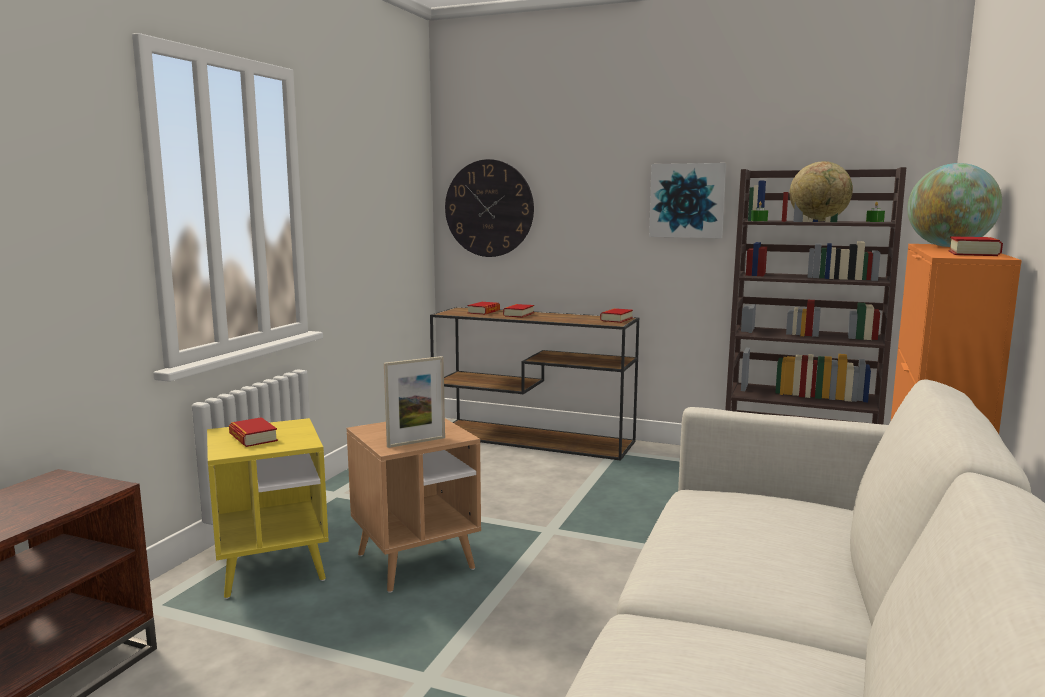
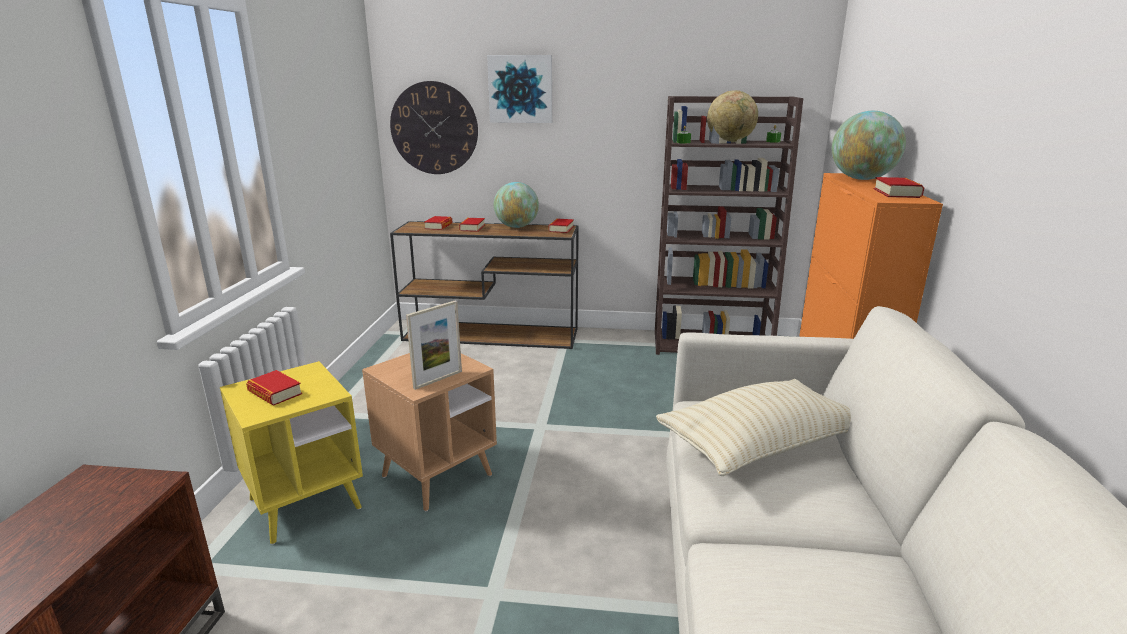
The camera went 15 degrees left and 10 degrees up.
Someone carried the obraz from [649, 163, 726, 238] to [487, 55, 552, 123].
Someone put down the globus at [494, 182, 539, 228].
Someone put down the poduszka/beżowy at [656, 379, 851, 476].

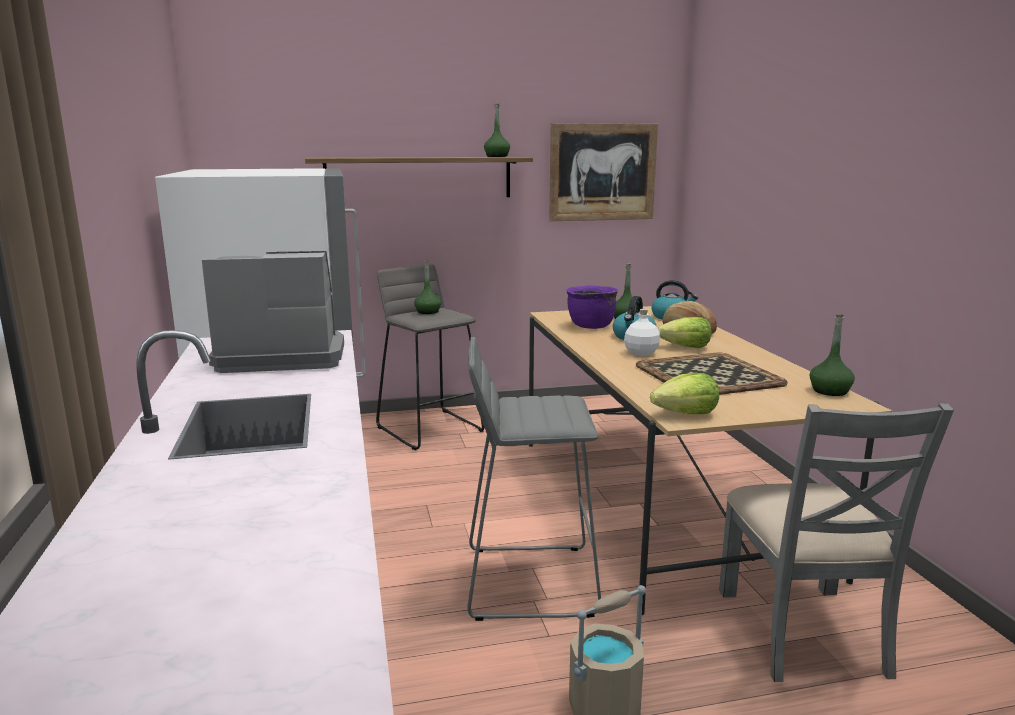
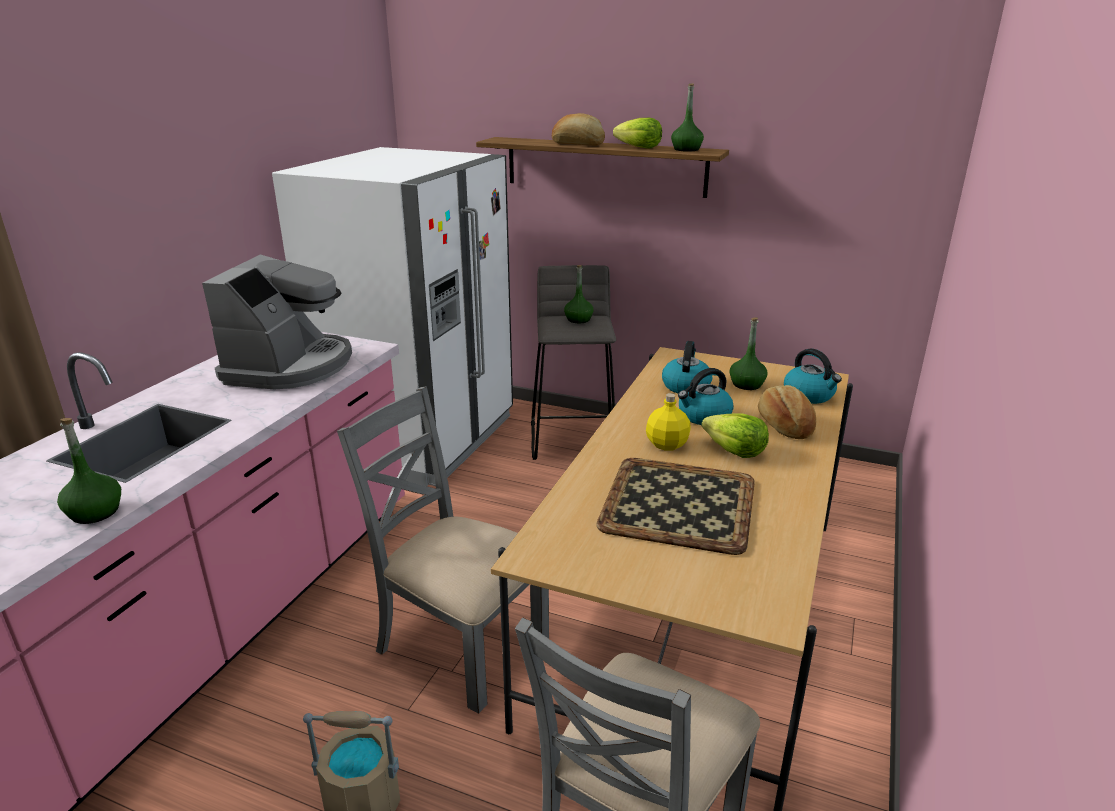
The camera went 35 degrees right and 10 degrees up.
Someone rotated the ekspres do kawy at [202, 251, 344, 373] by 75 degrees clockwise.
Someone swapped the stołek/szary at [467, 336, 601, 621] for the krzesło/szary at [337, 386, 549, 714].
Someone took away the obraz at [549, 123, 658, 221].
Someone swapped the garnek/fioletowy at [566, 286, 618, 329] for the czajnik at [662, 341, 712, 393].
Someone repainted the butelka/biały at [624, 309, 660, 356], which became the butelka/żółty at [646, 393, 691, 451].
Someone carried the sałata from [650, 373, 719, 414] to [613, 118, 662, 148].
Someone carried the butelka/zielony from [809, 314, 855, 396] to [57, 418, 121, 524].
Someone put down the chleb at [552, 113, 605, 146].

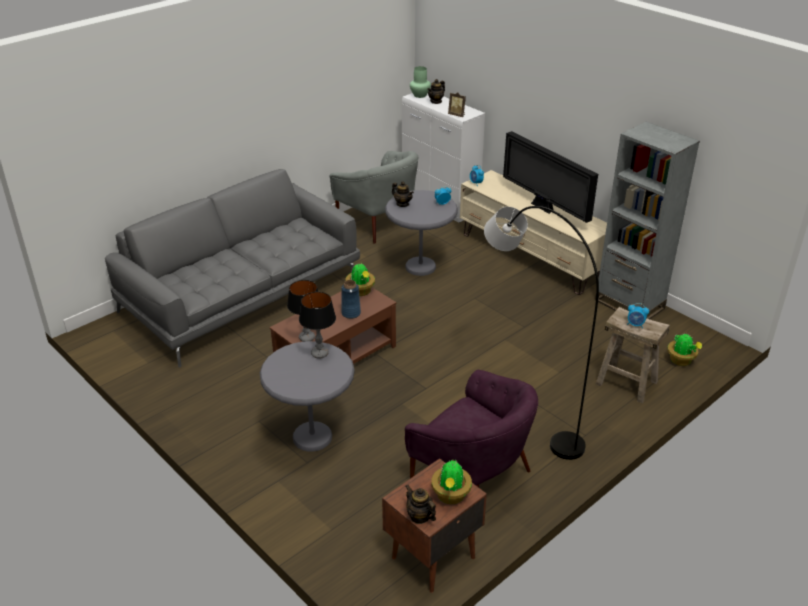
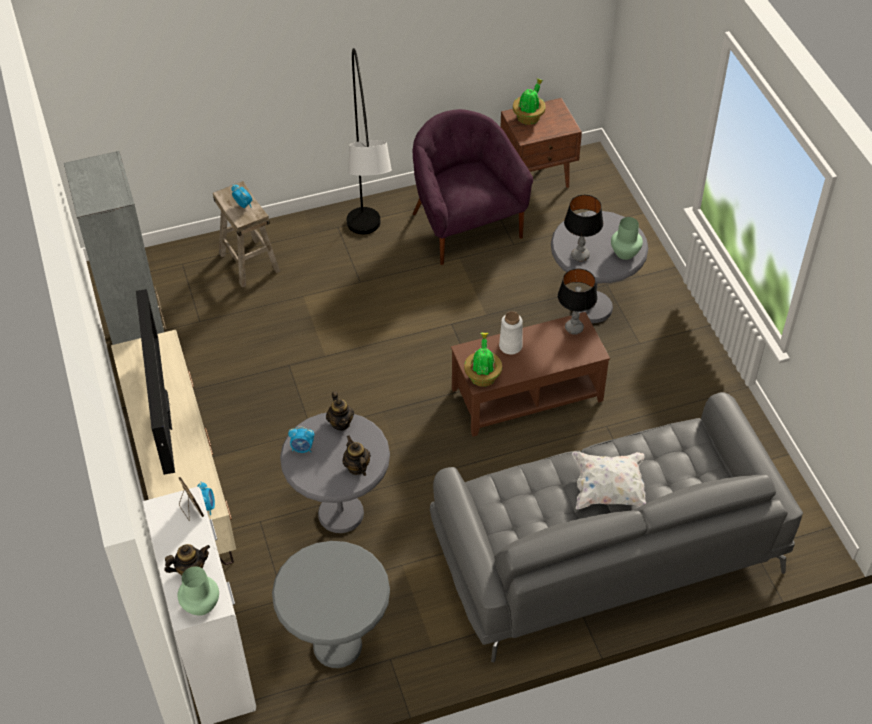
The camera went 155 degrees left and 15 degrees up.
Someone swapped the fotel/szary at [329, 151, 419, 244] for the stolik/szary at [272, 541, 390, 668].
Someone repainted the wazon/niebieski at [341, 280, 361, 319], which became the wazon/biały at [499, 311, 523, 355].
Someone carried the imbryk from [406, 485, 436, 524] to [326, 391, 354, 431].
Someone took away the roślina doniczkowa at [667, 333, 702, 366].
Someone put down the poduszka/biały at [572, 451, 646, 509].
Someone put down the wazon/zielony at [611, 217, 643, 260].

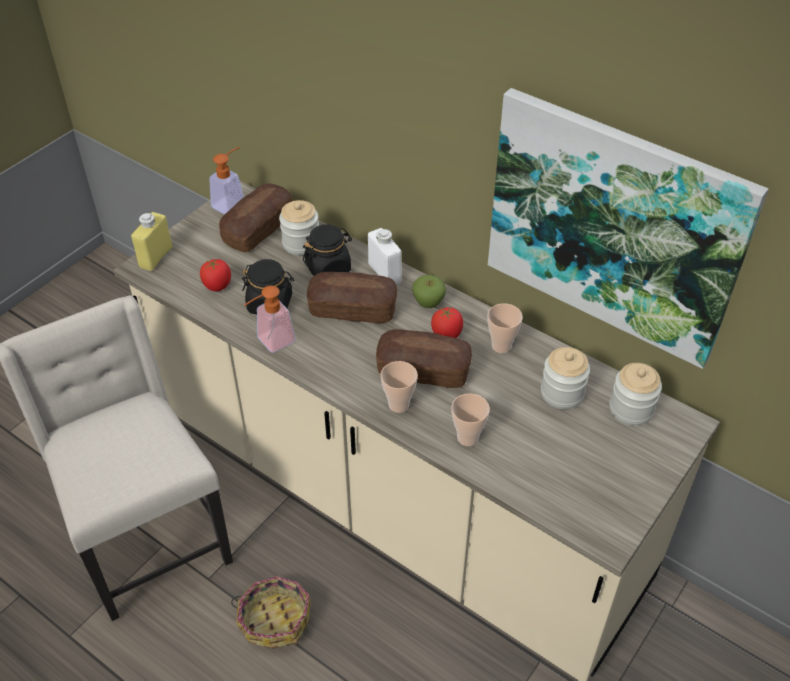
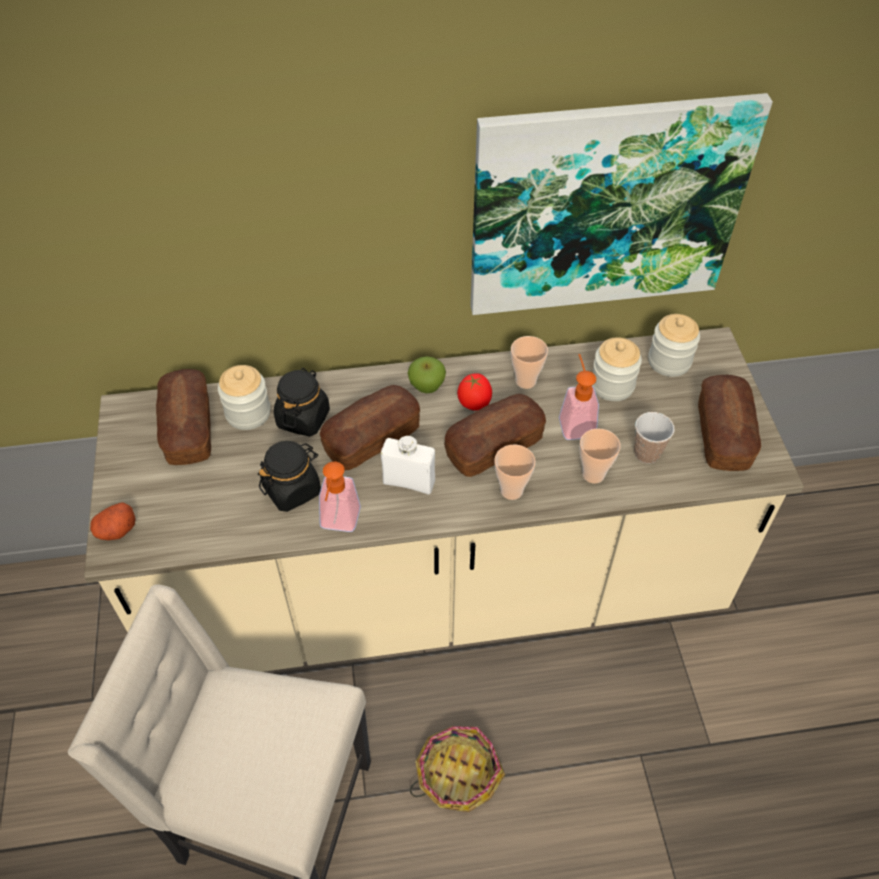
The camera went 45 degrees left and 5 degrees up.
Someone swapped the butelka/żółty at [131, 212, 173, 271] for the ziemniak at [90, 502, 136, 541].
Someone took away the pomidor at [200, 258, 231, 291].
Someone carried the dozownik mydła from [209, 147, 244, 214] to [559, 354, 599, 440].
Someone carried the butelka/biały from [368, 228, 401, 285] to [381, 436, 435, 495].
Someone put down the filiżanka at [634, 412, 675, 464].
Someone put down the chleb at [698, 375, 761, 471].

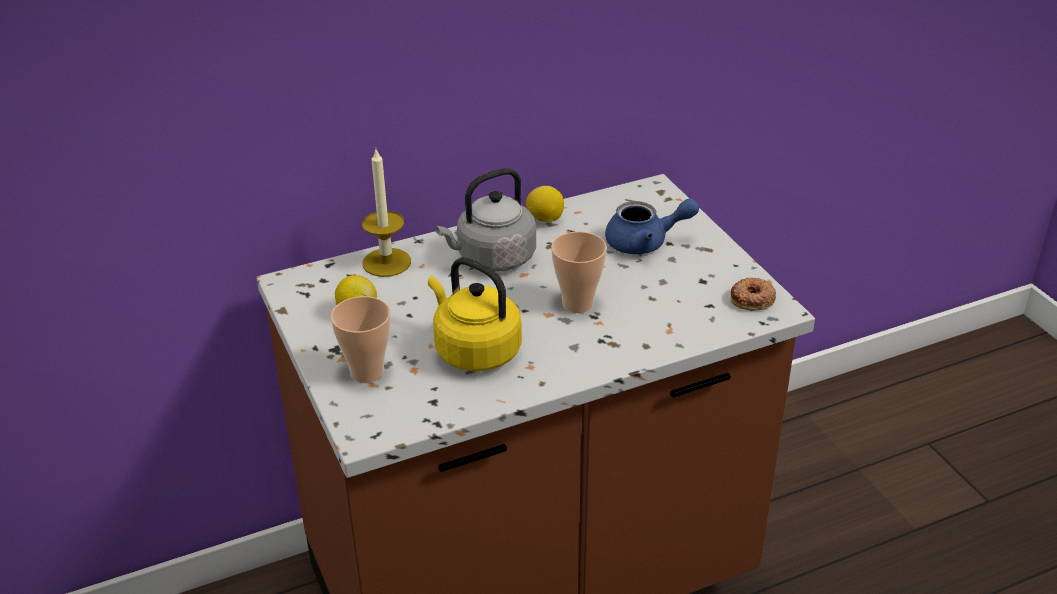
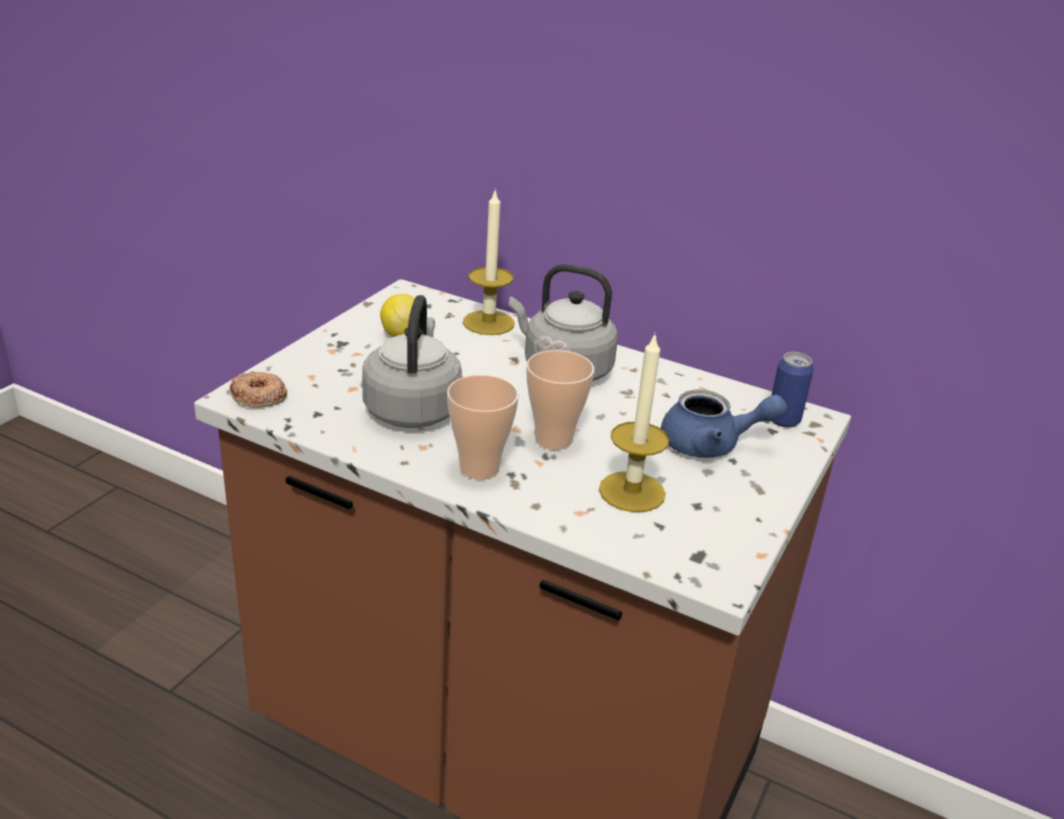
The camera went 50 degrees right and 5 degrees down.
Someone carried the filiżanka from [330, 296, 391, 383] to [447, 375, 519, 480].
Someone repainted the czajnik/żółty at [428, 257, 522, 371], which became the czajnik/szary at [362, 295, 462, 428].
Someone took away the cytryna at [526, 186, 564, 222].
Someone rotated the imbryk/niebieski at [605, 198, 699, 254] by 45 degrees counterclockwise.
Someone carried the donut from [731, 278, 776, 310] to [230, 371, 287, 408].
Someone put down the świeca at [599, 333, 669, 512].
Someone put down the puszka at [771, 352, 814, 428].

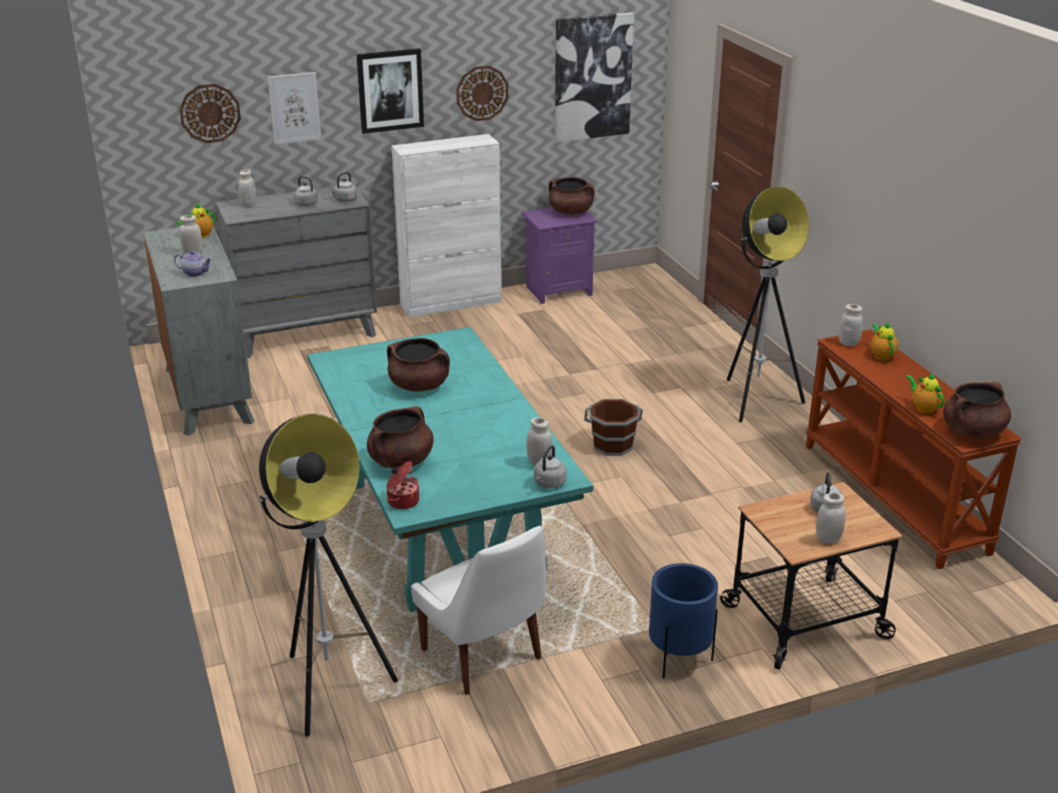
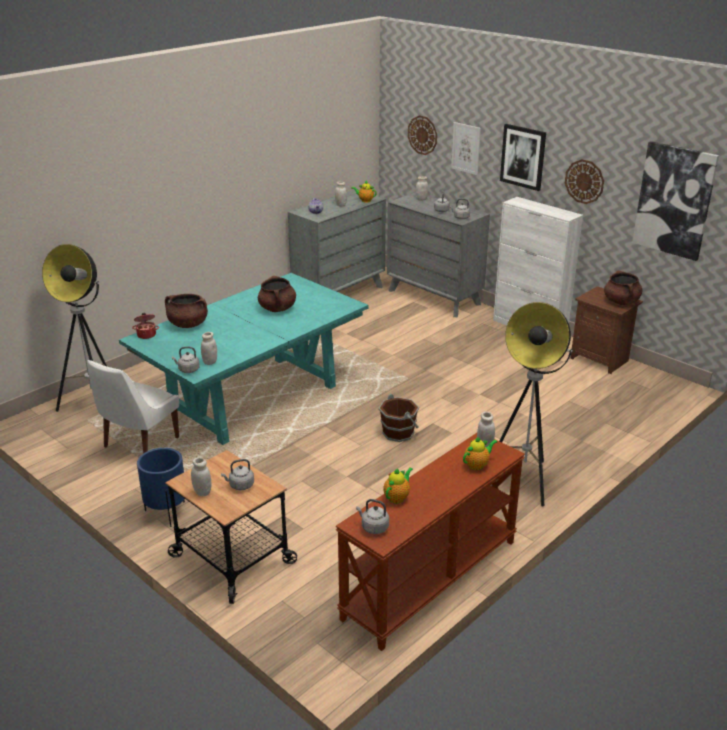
The camera went 65 degrees right and 0 degrees up.
Someone repainted the szafka nocna/fioletowy at [522, 207, 598, 304], which became the szafka nocna/brązowy at [571, 286, 643, 374].
Someone swapped the garnek/brązowy at [943, 382, 1011, 439] for the czajnik/szary at [356, 499, 389, 534].

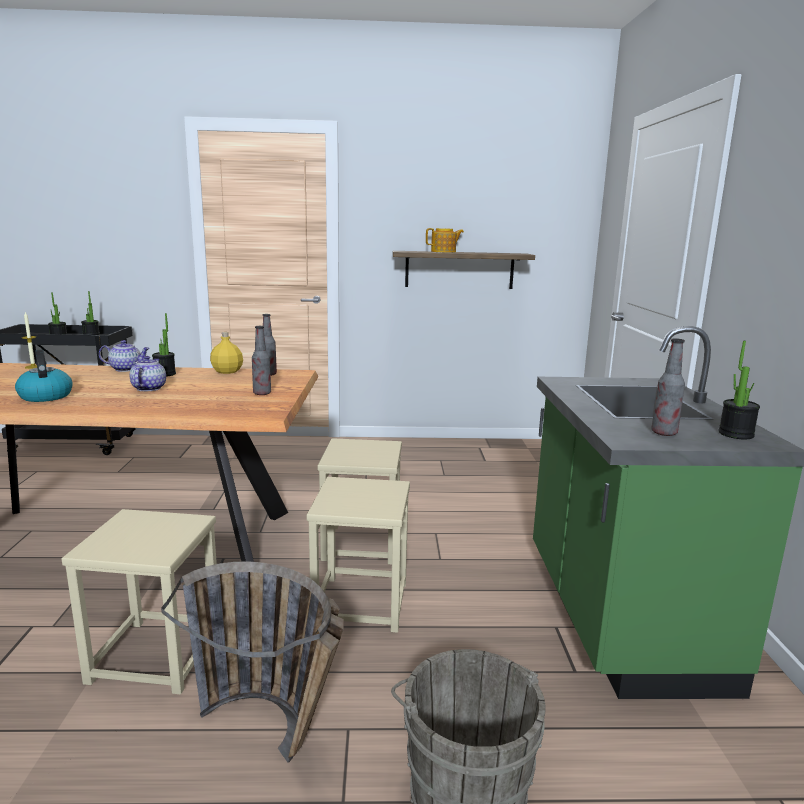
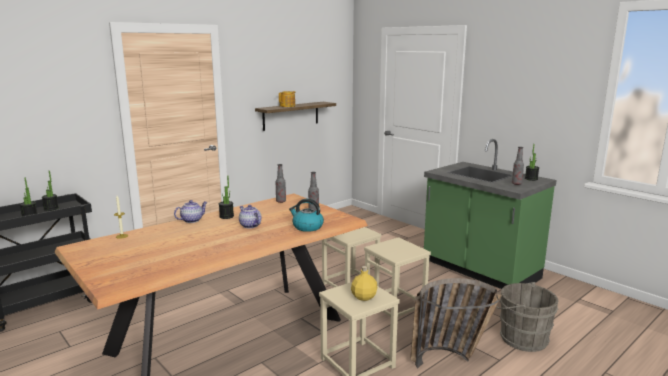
The camera went 40 degrees left and 0 degrees up.
Someone carried the czajnik from [15, 350, 73, 402] to [289, 199, 324, 232].
Someone carried the butelka/żółty from [210, 332, 243, 374] to [351, 266, 377, 301].

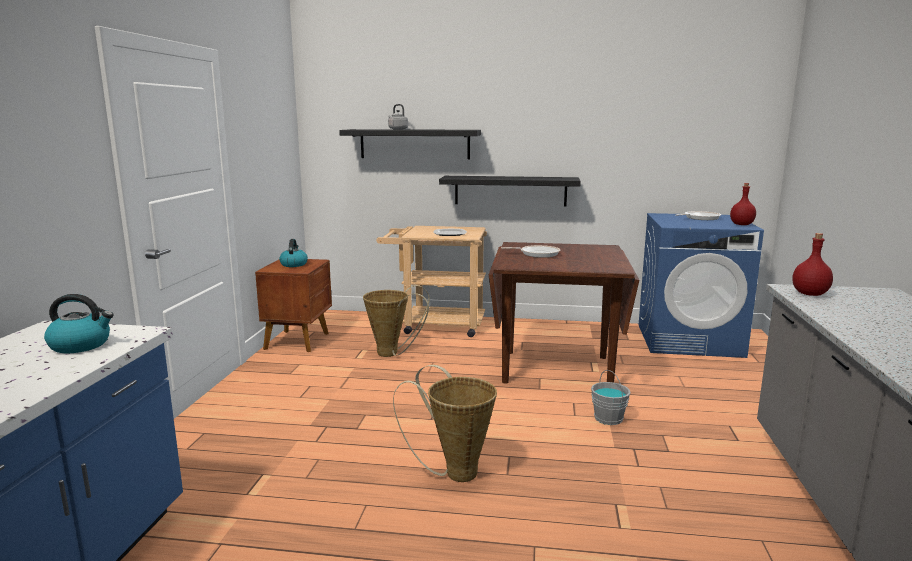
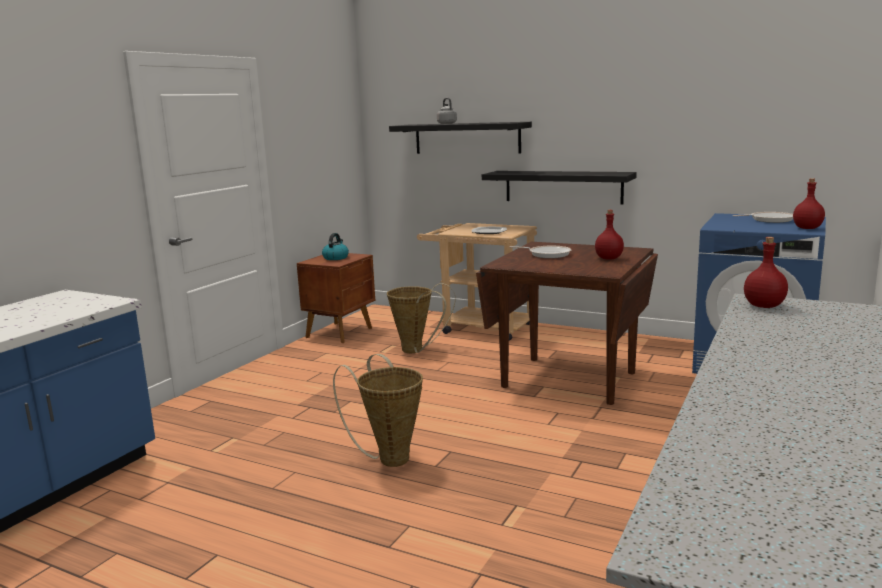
The camera went 20 degrees right and 0 degrees up.
Someone took away the czajnik at [44, 294, 114, 353].
Someone took away the wiadro/szary at [591, 370, 630, 425].
Someone put down the butelka/czerwony at [595, 210, 624, 260].

